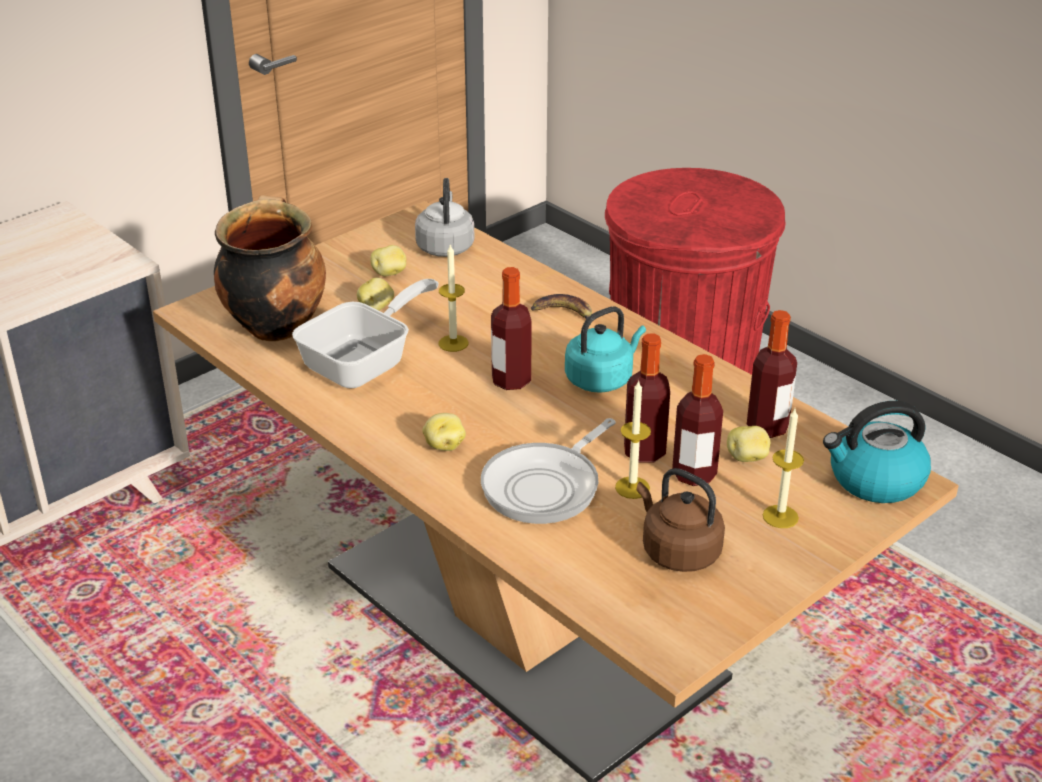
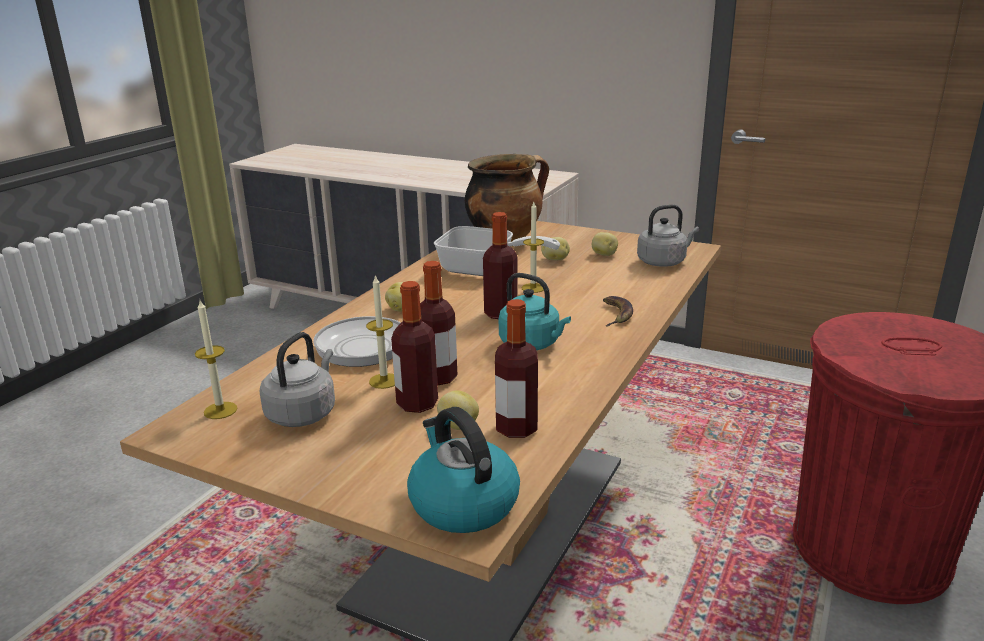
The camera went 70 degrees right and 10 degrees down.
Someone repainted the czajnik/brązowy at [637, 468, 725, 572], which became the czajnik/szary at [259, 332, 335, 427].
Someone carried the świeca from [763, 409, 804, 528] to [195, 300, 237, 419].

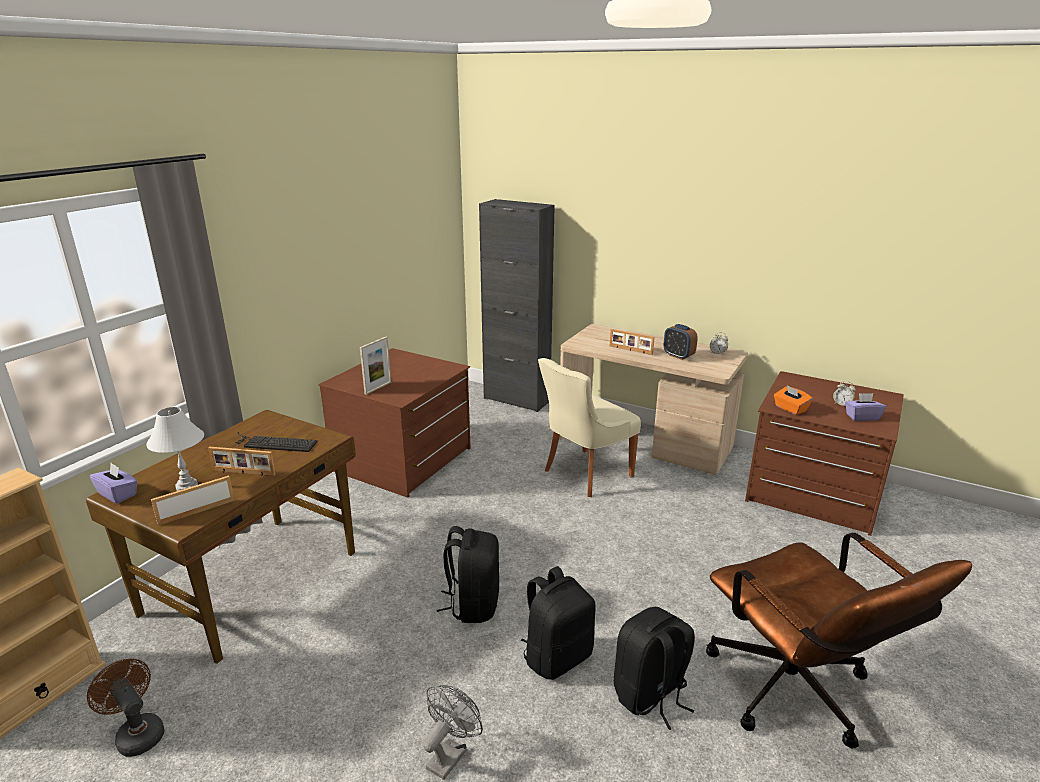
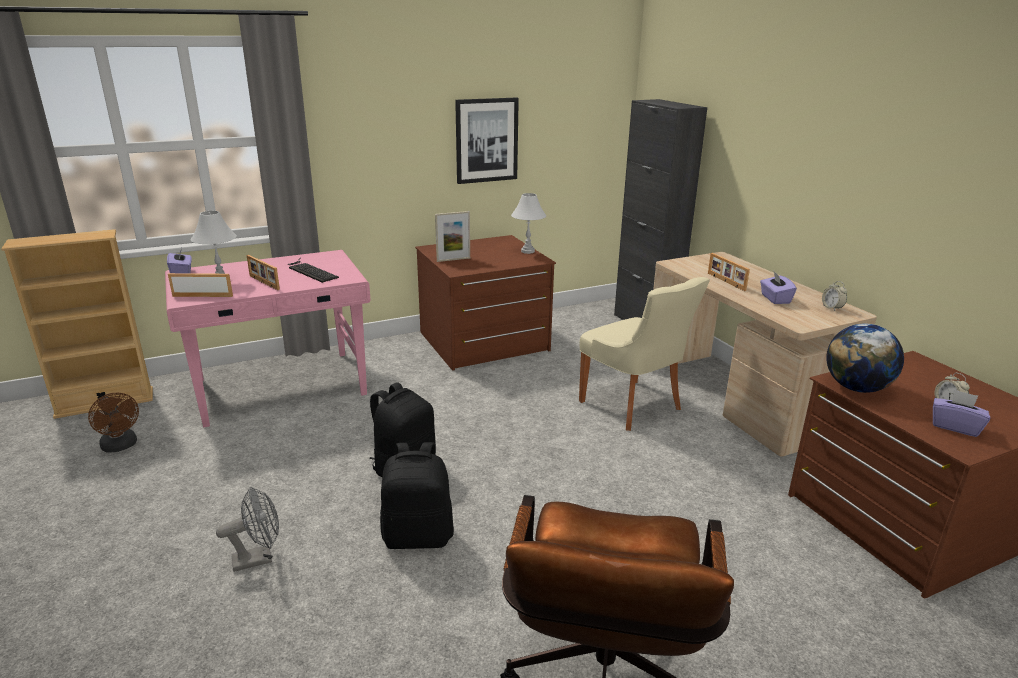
The camera went 35 degrees right and 0 degrees up.
Someone repainted the biurko/brązowy at [86, 410, 356, 664], which became the biurko/różowy at [165, 250, 371, 428].
Someone rotated the wentylator/brązowy at [87, 659, 165, 757] by 150 degrees clockwise.
Someone rotated the krzesło/beżowy at [538, 358, 641, 497] by 120 degrees counterclockwise.
Someone took away the plecak/czarny at [614, 607, 695, 730].
Someone swapped the budzik at [664, 324, 698, 360] for the pudełko chusteczek/fioletowy at [760, 272, 797, 304].
Someone swapped the pudełko chusteczek/pomarańczowy at [774, 385, 812, 415] for the globus at [826, 323, 904, 393].
Someone put up the obraz at [455, 97, 519, 184].
Someone put down the lampa stołowa/biały at [511, 193, 546, 254].

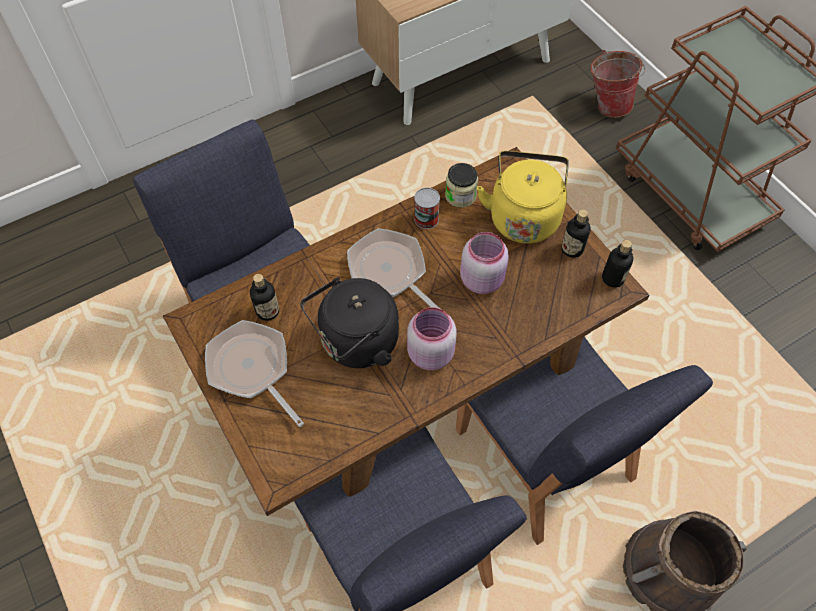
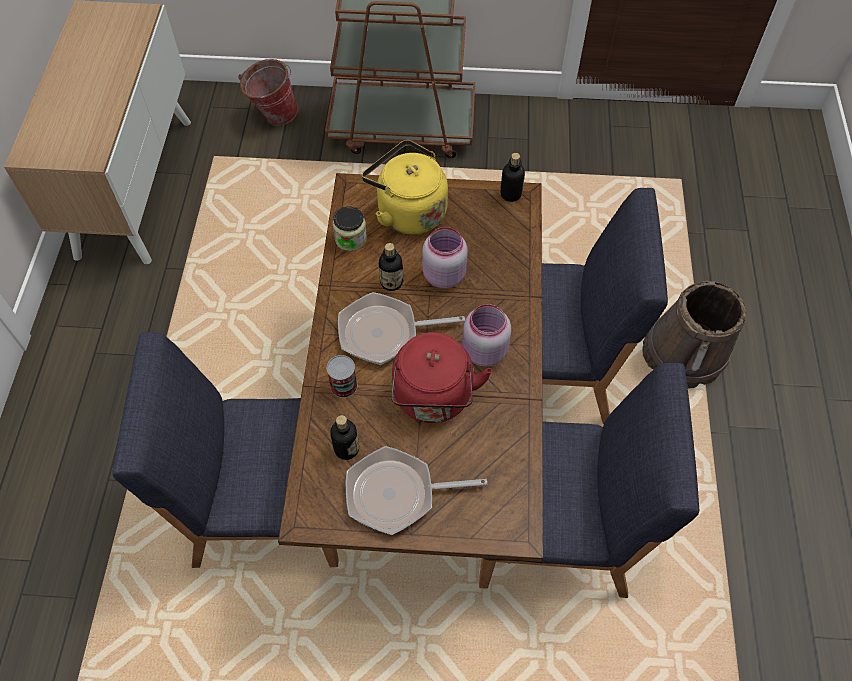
The camera went 55 degrees left and 0 degrees up.
Someone repainted the czajnik/czarny at [300, 277, 399, 368], which became the czajnik/czerwony at [391, 332, 492, 423].
Someone carried the puszka from [414, 188, 440, 229] to [327, 355, 358, 398].
Someone carried the butelka from [561, 209, 591, 258] to [378, 243, 403, 291].

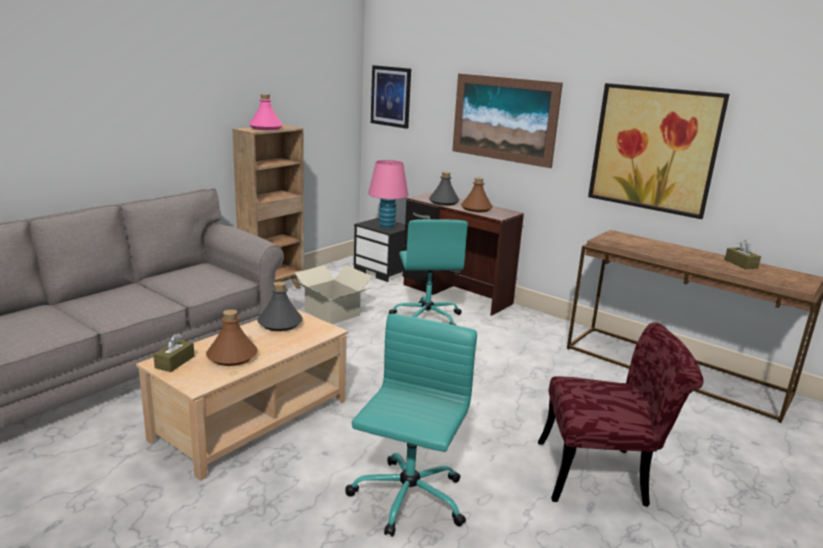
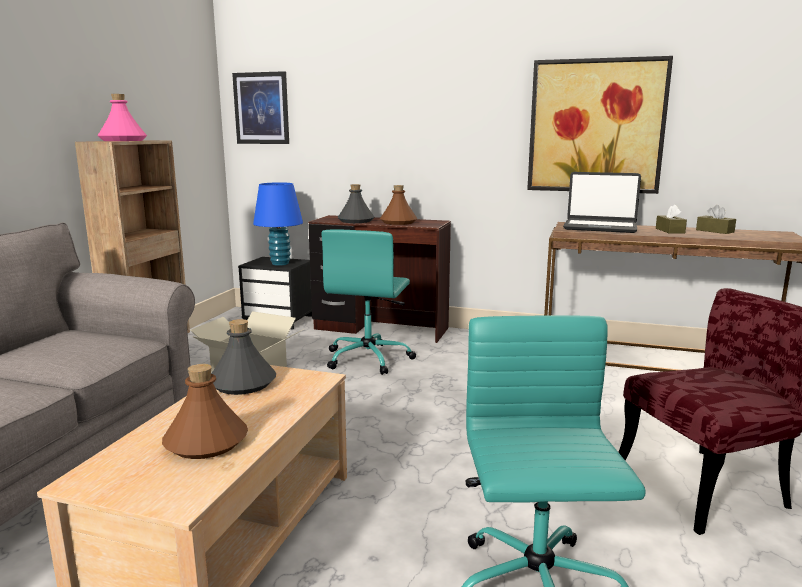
The camera went 20 degrees left and 5 degrees down.
Someone carried the pudełko chusteczek/brązowy from [153, 334, 194, 372] to [656, 204, 687, 233].
Someone repainted the lampa stołowa/różowy at [368, 160, 408, 229], which became the lampa stołowa/niebieski at [253, 182, 303, 266].
Someone rotated the krzesło biurowe/turkusowy at [389, 219, 468, 325] by 45 degrees clockwise.
Someone took away the obraz at [452, 73, 563, 168].
Someone put down the laptop at [563, 172, 641, 233].

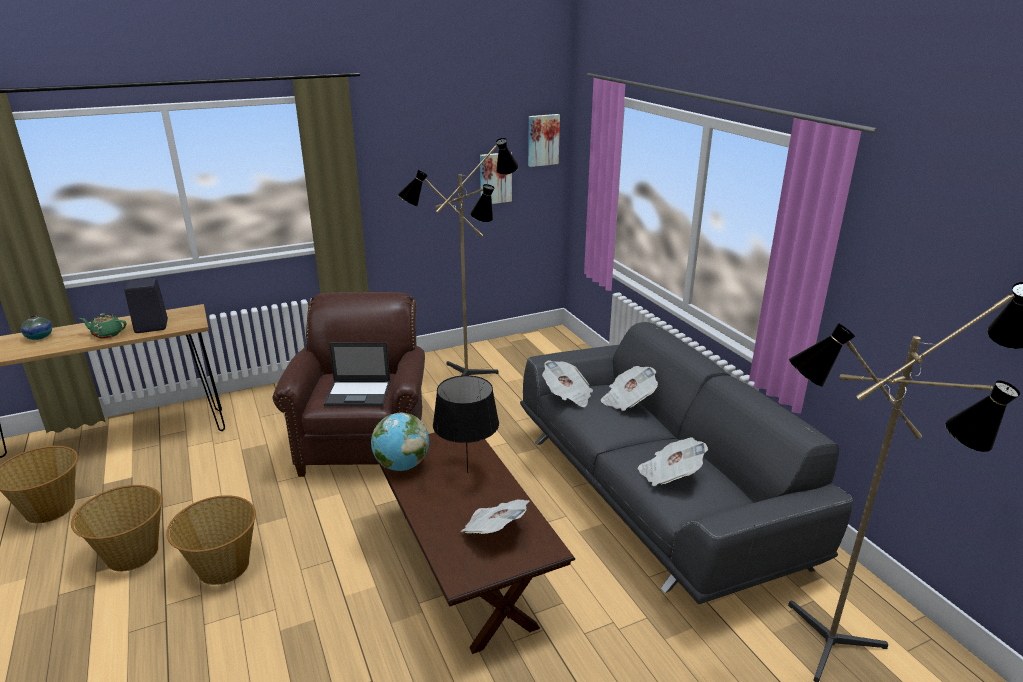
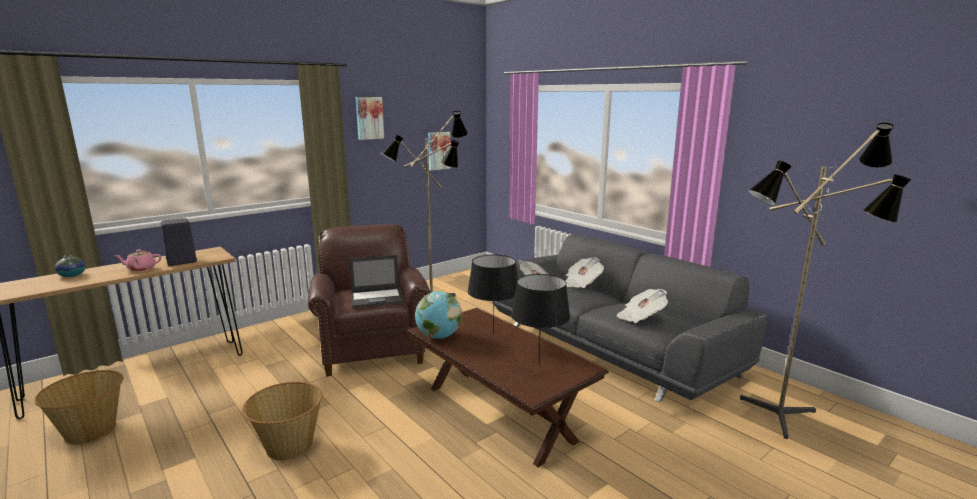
The camera went 15 degrees left and 10 degrees down.
Someone took away the koszyk at [71, 485, 162, 571].
Someone repainted the imbryk/zielony at [79, 313, 127, 339], which became the imbryk/różowy at [114, 250, 161, 271].
Someone swapped the gazeta at [461, 499, 529, 534] for the lampa stołowa/czarny at [511, 274, 570, 363].
Someone carried the obraz from [528, 114, 560, 167] to [356, 97, 384, 140].

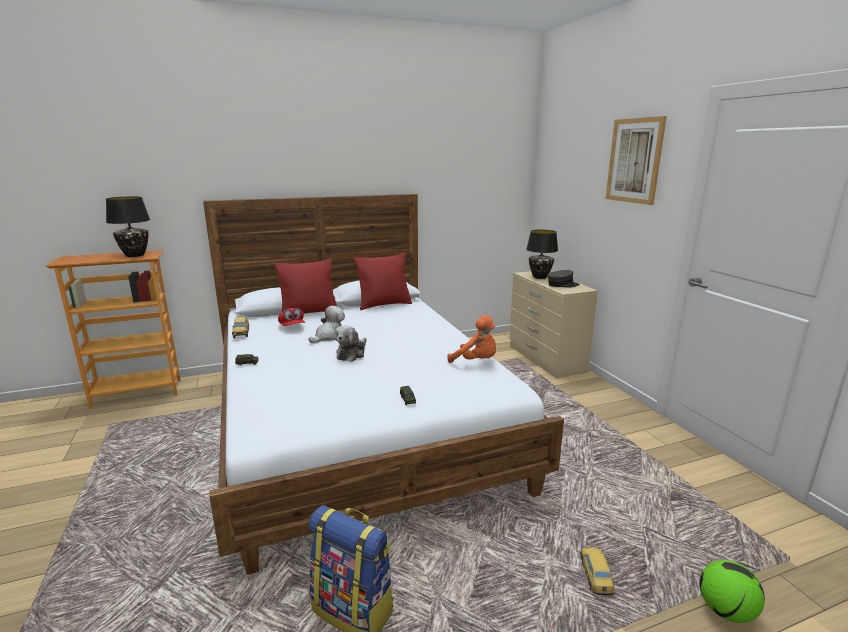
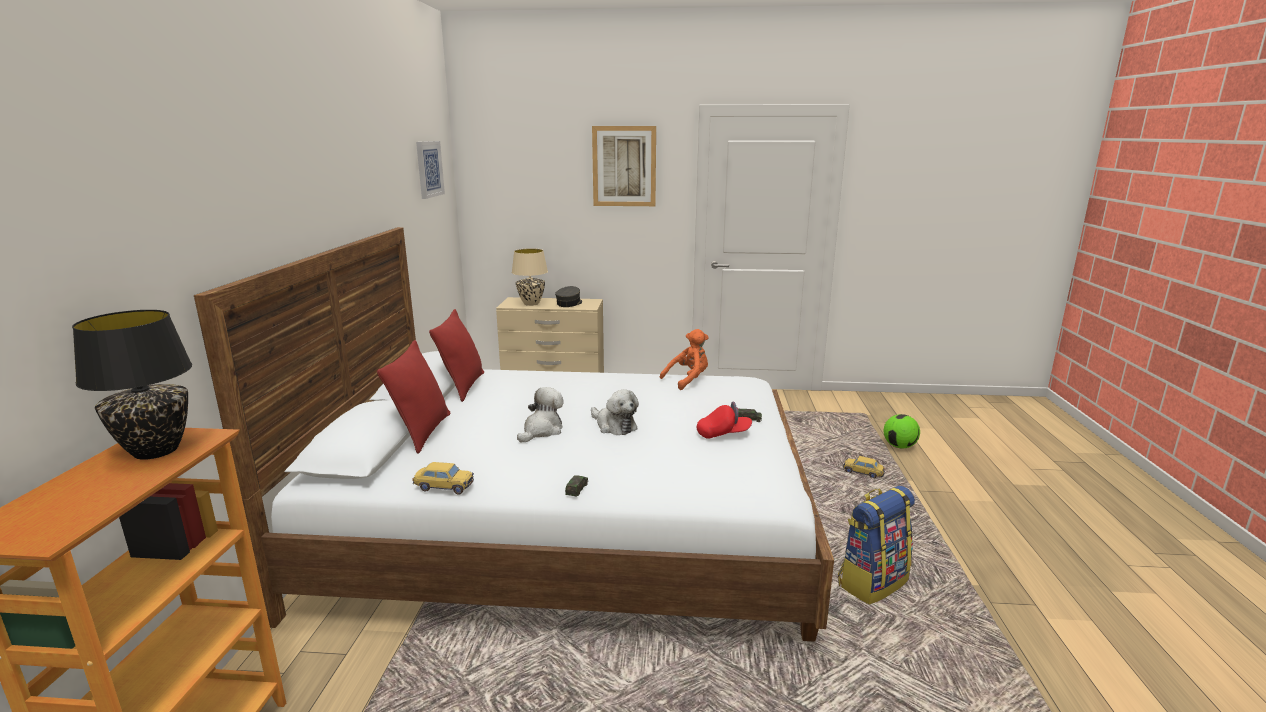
The camera went 65 degrees left and 0 degrees up.
Someone carried the czapka z daszkiem/czerwony from [278, 308, 305, 326] to [697, 401, 752, 439].
Someone rotated the pluszak at [308, 306, 345, 343] by 60 degrees clockwise.
Someone repainted the lampa stołowa/czarny at [526, 230, 558, 279], which became the lampa stołowa/beżowy at [512, 248, 548, 306].
Someone put up the obraz at [416, 141, 445, 199].

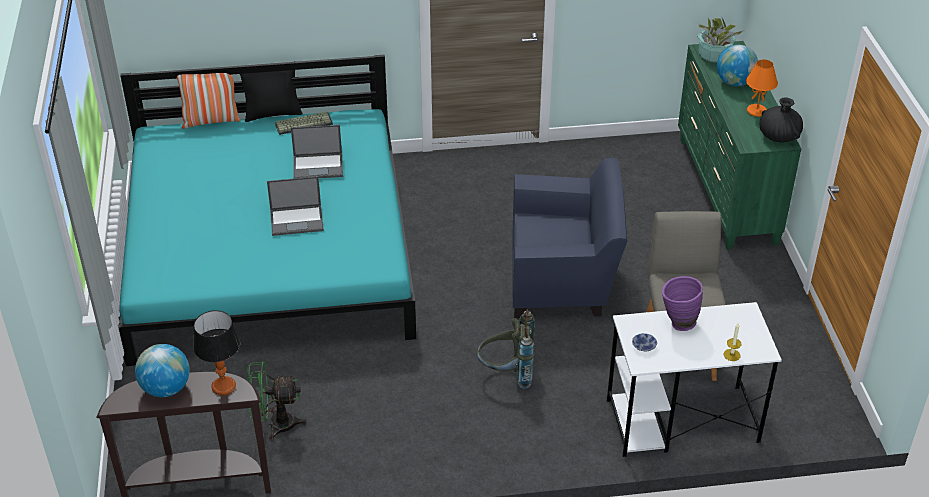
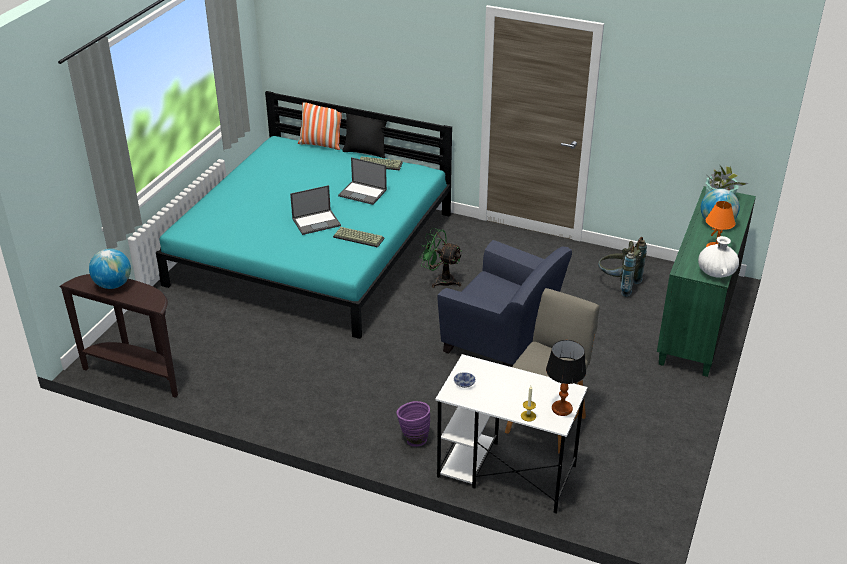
The camera went 30 degrees right and 5 degrees down.
Someone carried the lampa stołowa from [193, 310, 240, 395] to [546, 340, 586, 416].
Someone carried the wentylator/zielony from [247, 361, 307, 441] to [420, 228, 462, 288].
Someone rotated the laptop at [267, 176, 324, 236] by 45 degrees counterclockwise.
Someone carried the plecak/szary from [477, 309, 535, 389] to [598, 237, 647, 297].
Someone carried the wazon/fioletowy from [662, 276, 703, 331] to [396, 401, 430, 447].
Someone repainted the wazon/czarny at [759, 98, 803, 142], which became the wazon/biały at [698, 236, 739, 278].
Someone put down the klawiatura at [333, 227, 385, 248].

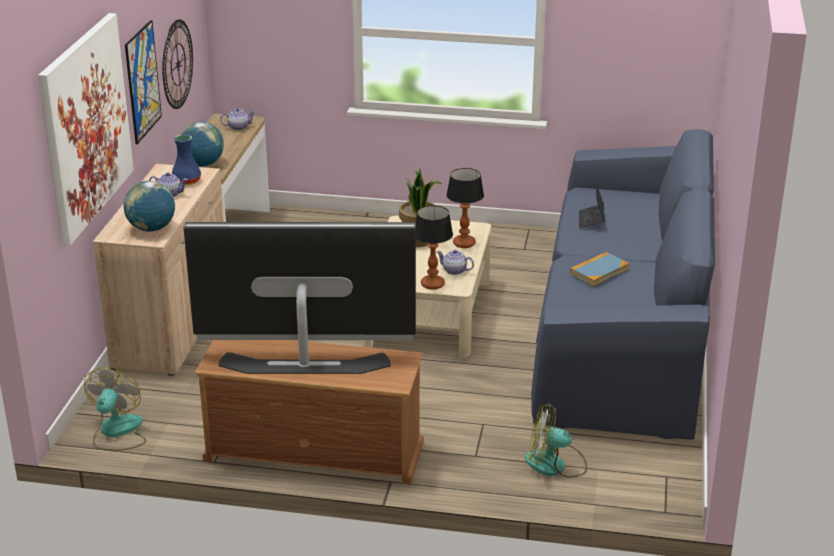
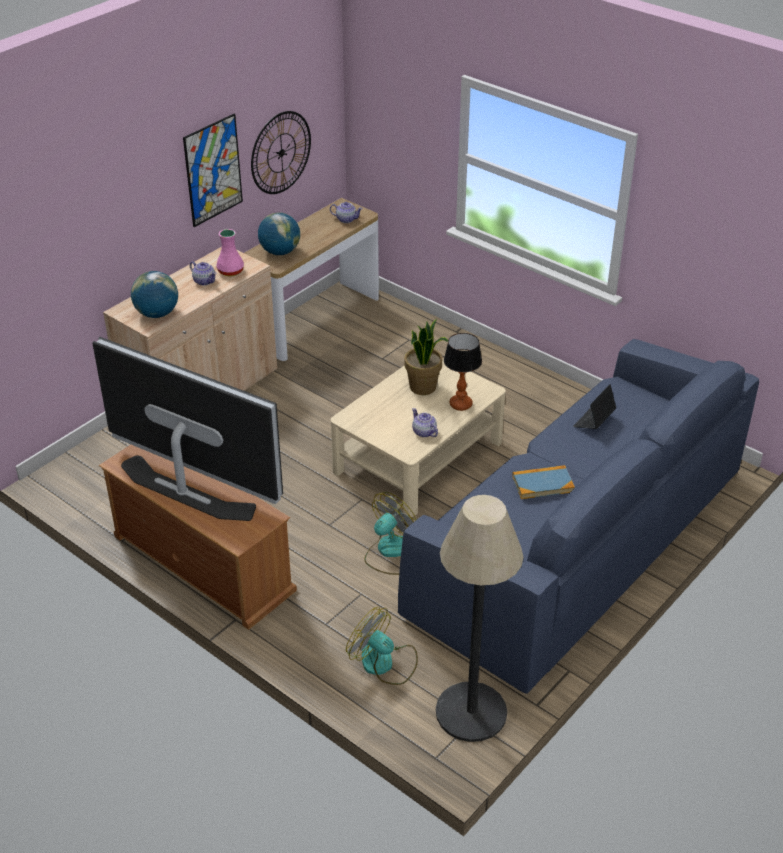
The camera went 30 degrees right and 10 degrees up.
Someone took away the obraz at [38, 13, 134, 246].
Someone carried the wentylator from [84, 367, 146, 451] to [364, 492, 417, 575].
Someone repainted the wazon/niebieski at [172, 135, 201, 185], which became the wazon/różowy at [217, 229, 244, 276].
Someone took away the lampa stołowa at [415, 205, 453, 290].
Someone put down the lampa stojąca at [436, 495, 523, 742].

